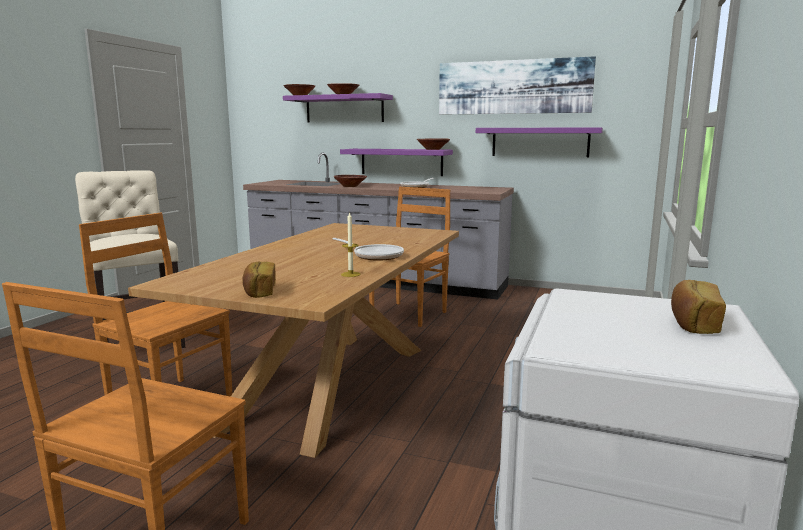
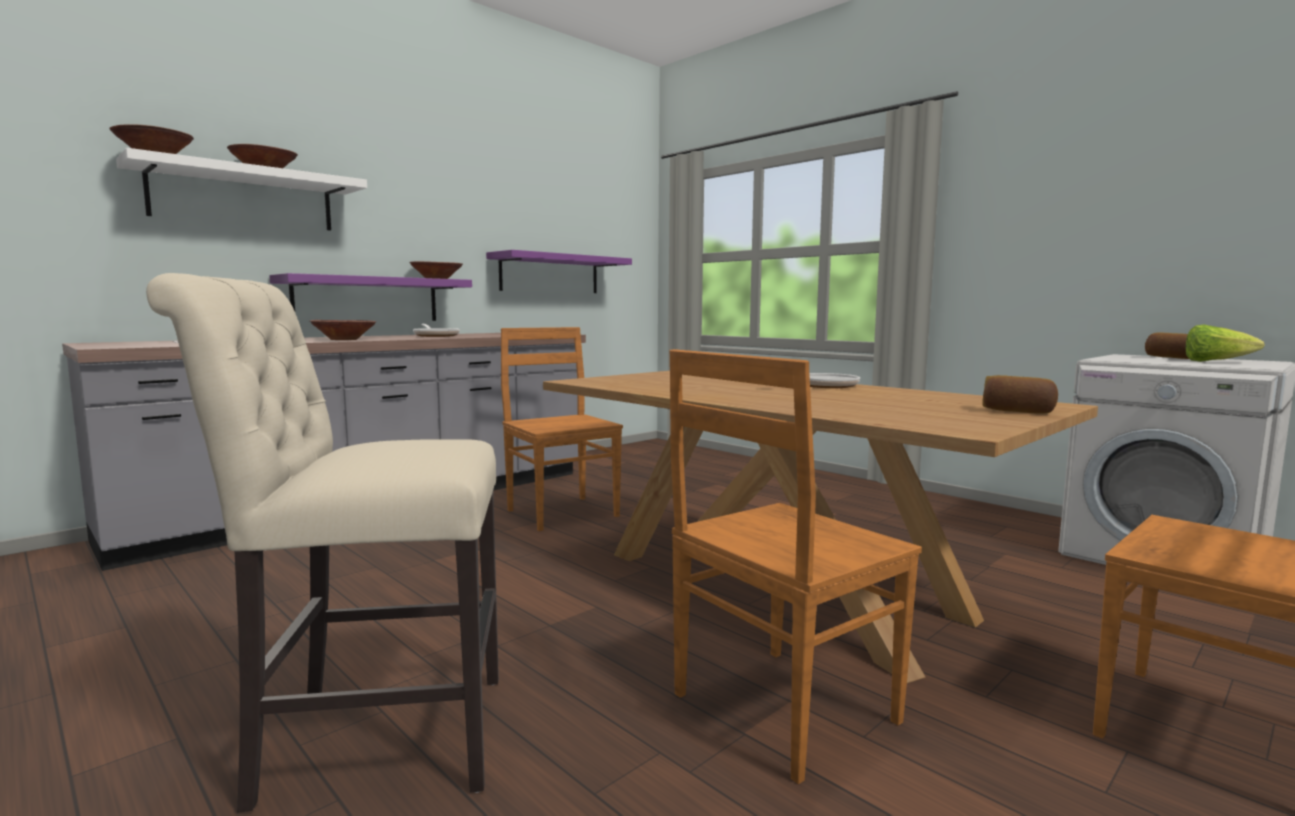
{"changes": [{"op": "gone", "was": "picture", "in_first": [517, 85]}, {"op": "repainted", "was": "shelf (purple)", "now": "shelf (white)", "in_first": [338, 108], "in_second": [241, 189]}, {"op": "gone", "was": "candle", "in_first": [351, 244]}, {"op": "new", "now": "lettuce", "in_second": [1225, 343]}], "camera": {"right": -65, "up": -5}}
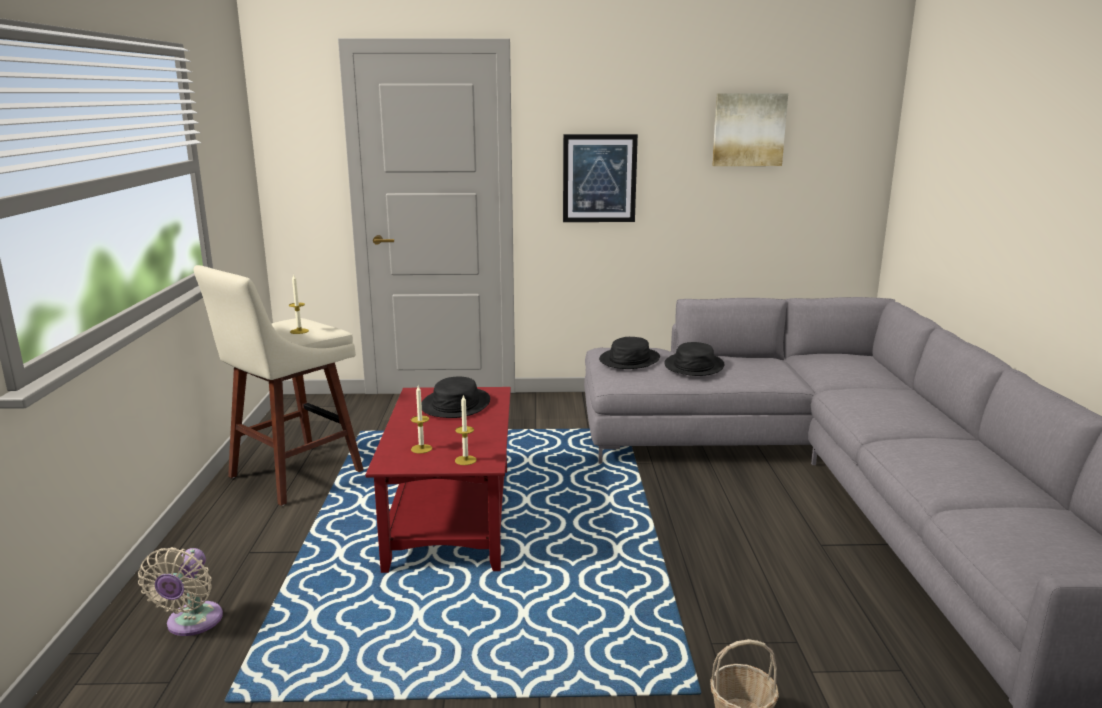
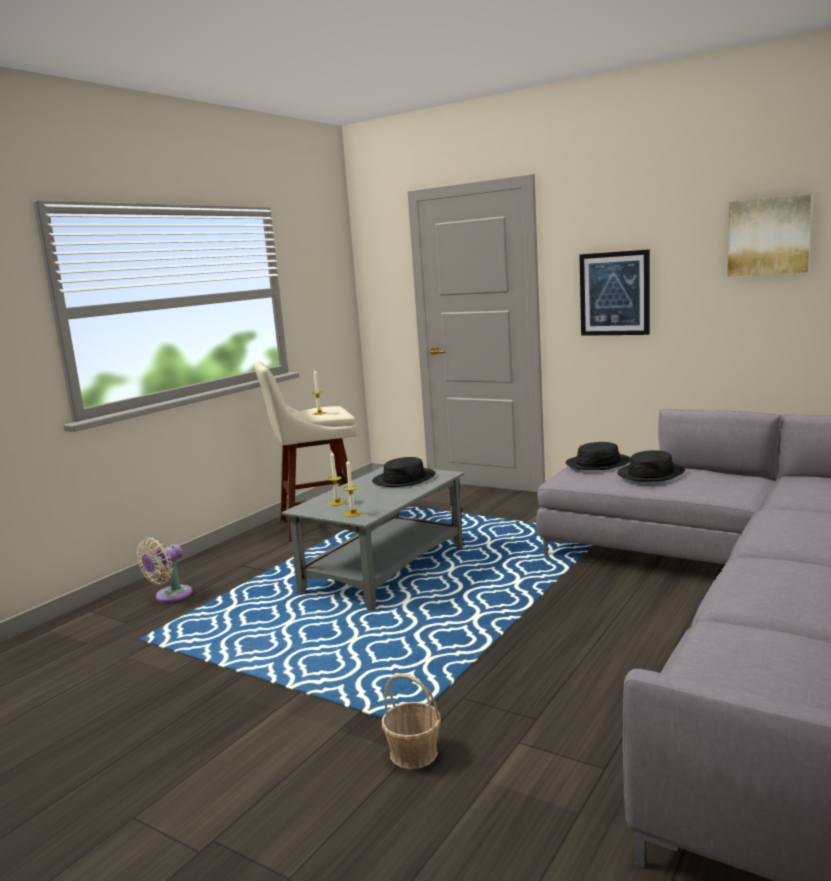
{"changes": [{"op": "repainted", "was": "coffee table (red)", "now": "coffee table (grey)", "in_first": [438, 480], "in_second": [373, 539]}], "camera": {"right": 35, "up": -5}}
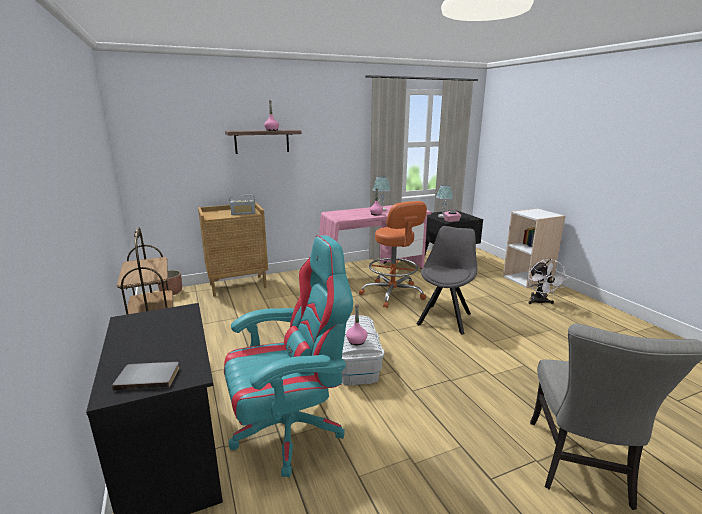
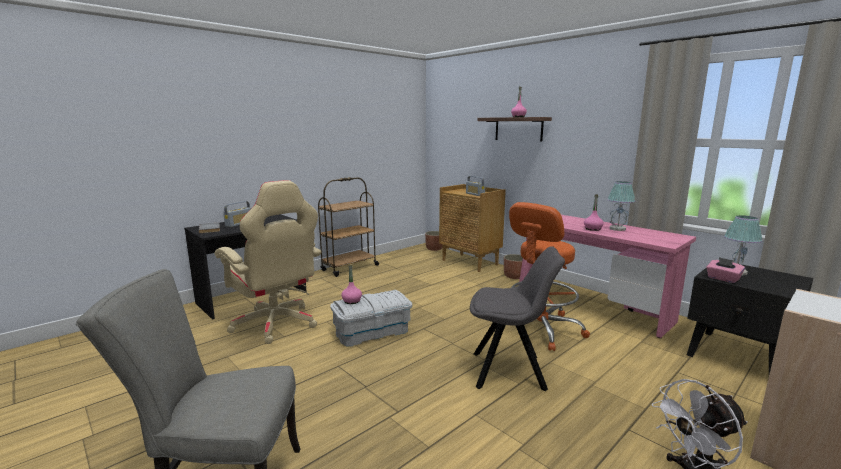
{"changes": [{"op": "repainted", "was": "office chair (turquoise)", "now": "office chair (beige)", "in_first": [288, 356], "in_second": [267, 262]}, {"op": "new", "now": "radio", "in_second": [237, 214]}, {"op": "new", "now": "planter", "in_second": [513, 266]}], "camera": {"right": 70, "up": -5}}
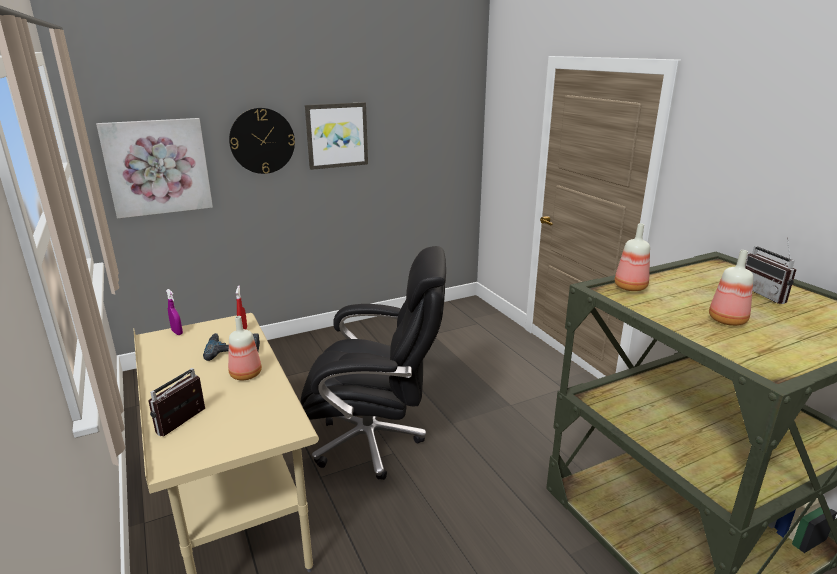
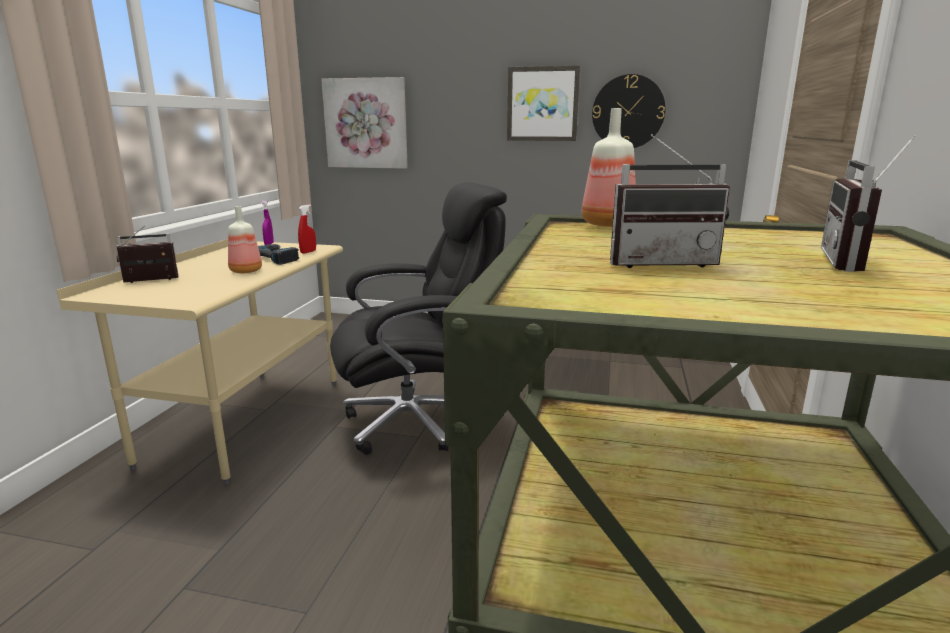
{"changes": [{"op": "shifted", "was": "wall clock", "in_first": [262, 141], "in_second": [629, 111]}, {"op": "rotated", "was": "office chair (black)", "in_first": [373, 363], "in_second": [418, 318], "clockwise": -60}, {"op": "swapped", "was": "bottle", "now": "radio", "in_first": [731, 288], "in_second": [670, 201]}], "camera": {"right": 40, "up": -5}}
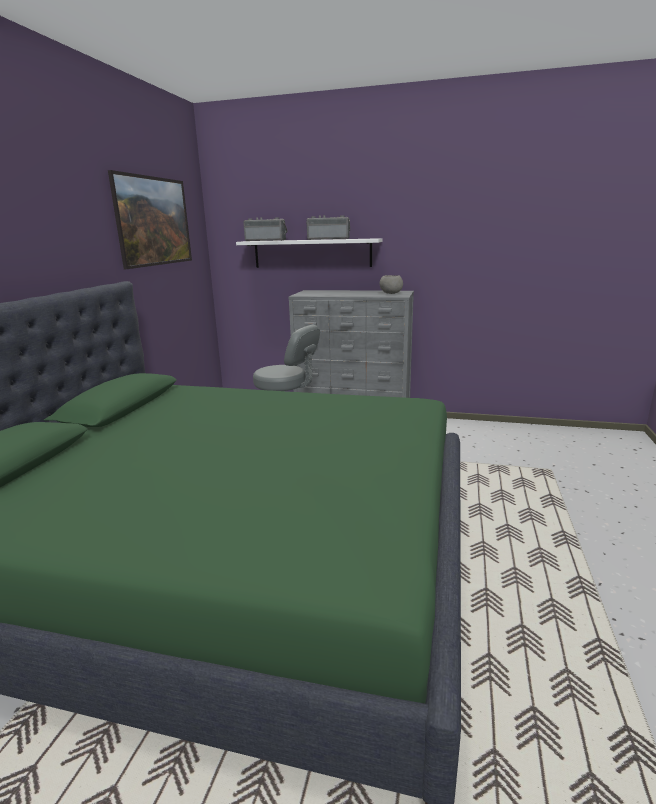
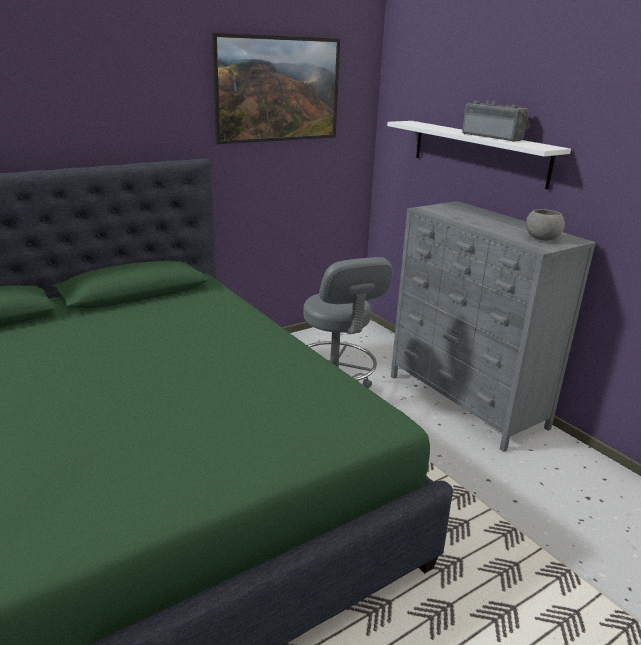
{"changes": [{"op": "gone", "was": "radio", "in_first": [265, 229]}], "camera": {"right": 40, "up": 5}}
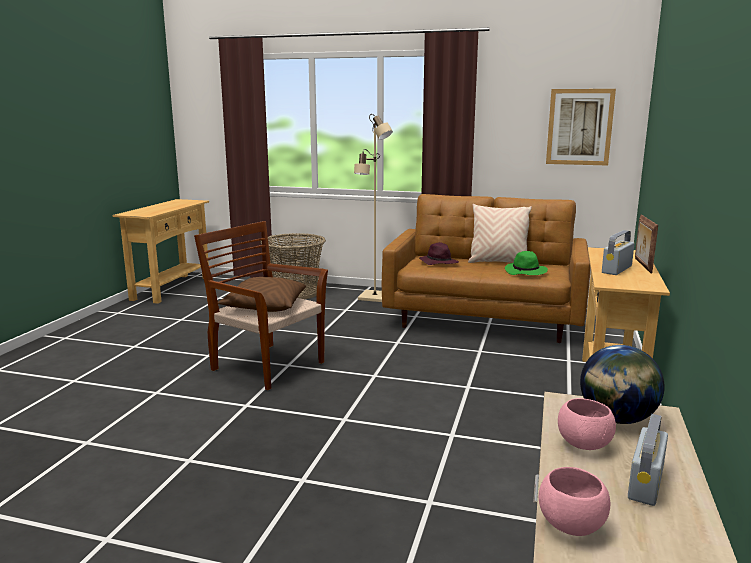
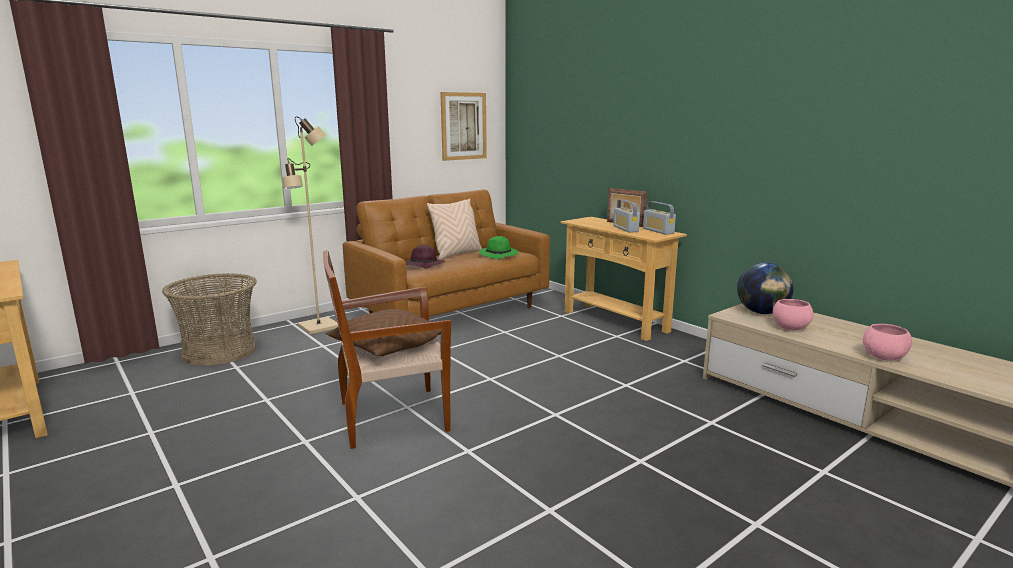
{"changes": [{"op": "shifted", "was": "radio", "in_first": [648, 460], "in_second": [659, 218]}], "camera": {"right": -55, "up": 0}}
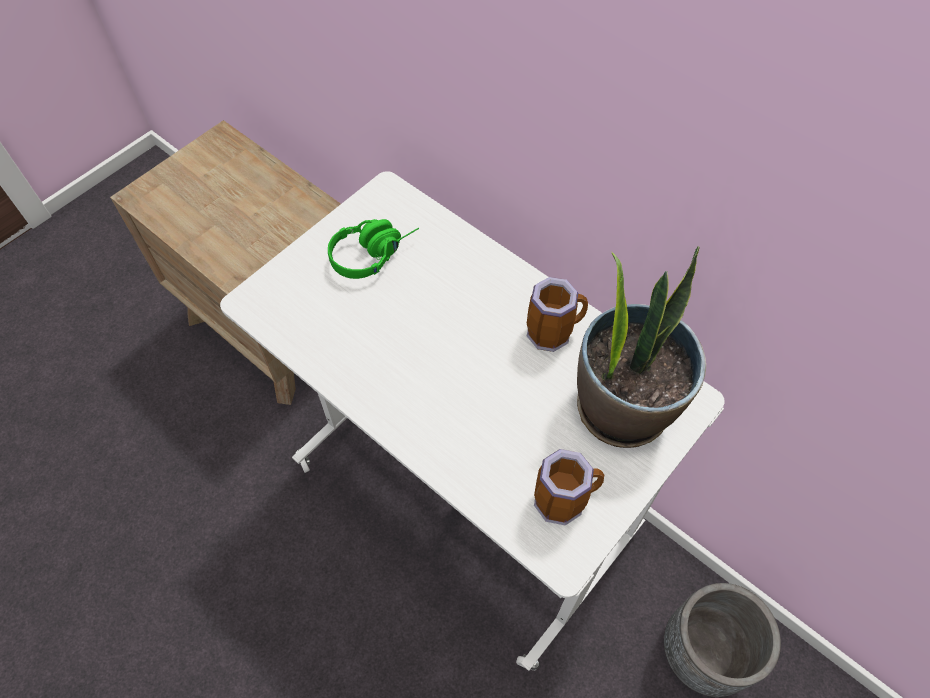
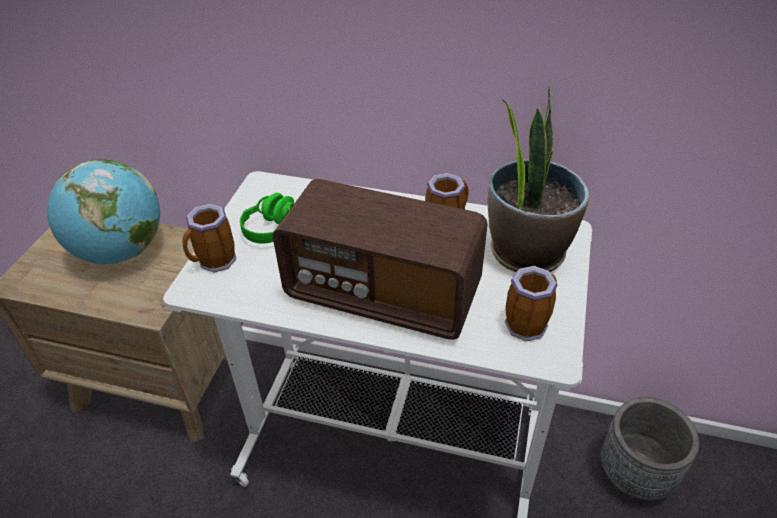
{"changes": [{"op": "new", "now": "globe", "in_second": [103, 211]}, {"op": "new", "now": "radio", "in_second": [380, 259]}, {"op": "new", "now": "mug", "in_second": [209, 238]}], "camera": {"right": -25, "up": -15}}
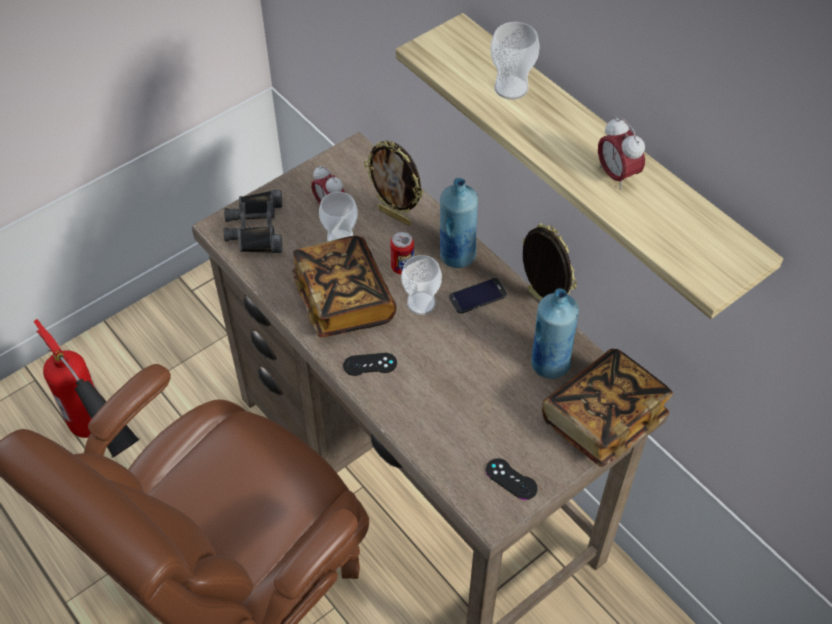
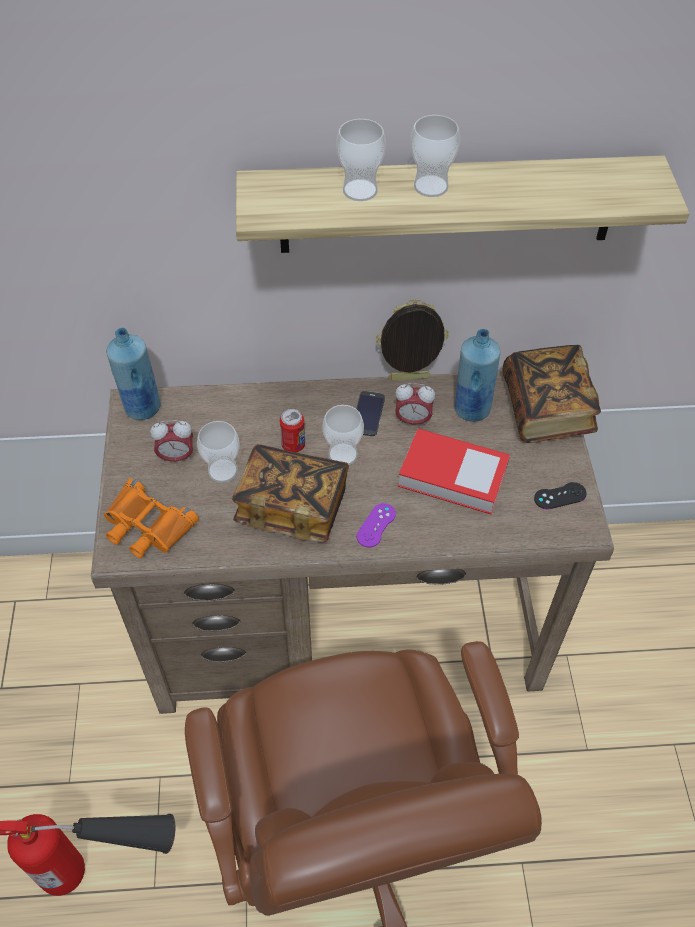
{"changes": [{"op": "shifted", "was": "alarm clock", "in_first": [621, 153], "in_second": [415, 405]}, {"op": "gone", "was": "picture frame", "in_first": [393, 183]}, {"op": "shifted", "was": "bottle (blue)", "in_first": [459, 223], "in_second": [133, 374]}, {"op": "repainted", "was": "binoculars (black)", "now": "binoculars (orange)", "in_first": [253, 221], "in_second": [151, 518]}, {"op": "repainted", "was": "game controller (black)", "now": "game controller (purple)", "in_first": [370, 364], "in_second": [376, 525]}, {"op": "new", "now": "cup", "in_second": [435, 156]}, {"op": "new", "now": "book", "in_second": [454, 471]}], "camera": {"right": -55, "up": 0}}
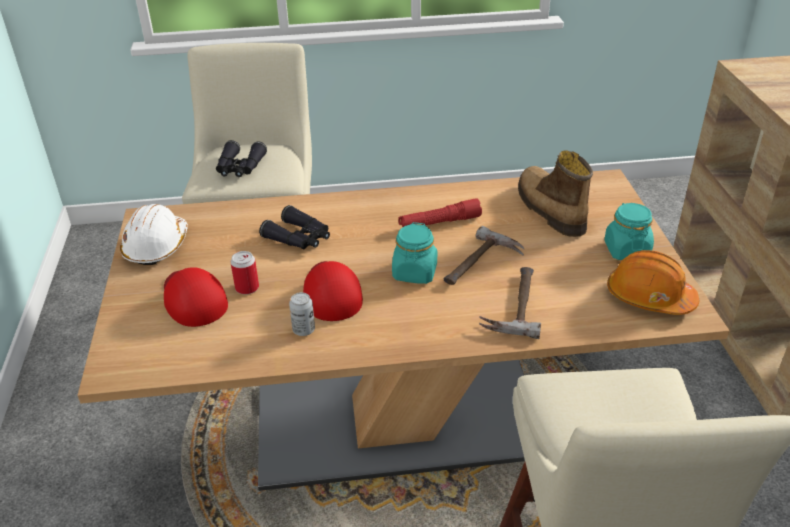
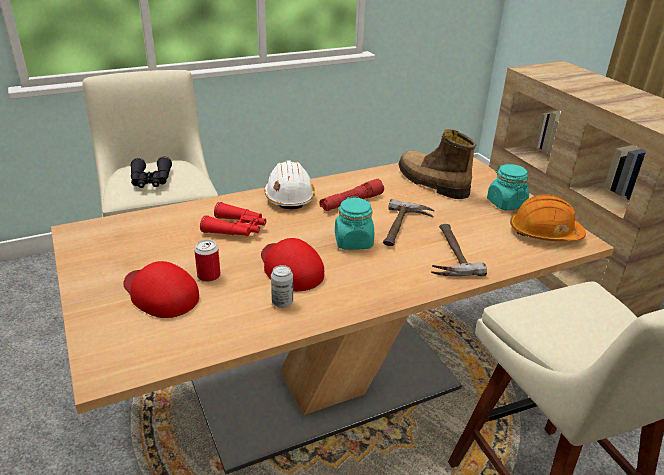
{"changes": [{"op": "shifted", "was": "hard hat (white)", "in_first": [154, 234], "in_second": [289, 184]}, {"op": "repainted", "was": "binoculars (black)", "now": "binoculars (red)", "in_first": [294, 227], "in_second": [233, 219]}], "camera": {"right": -20, "up": -5}}
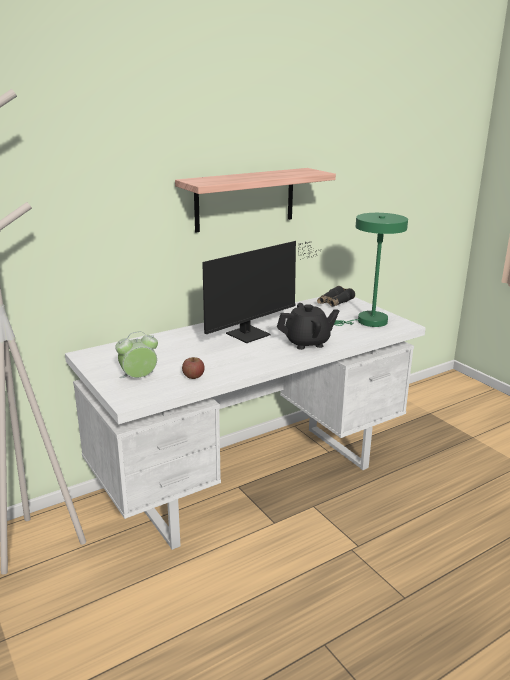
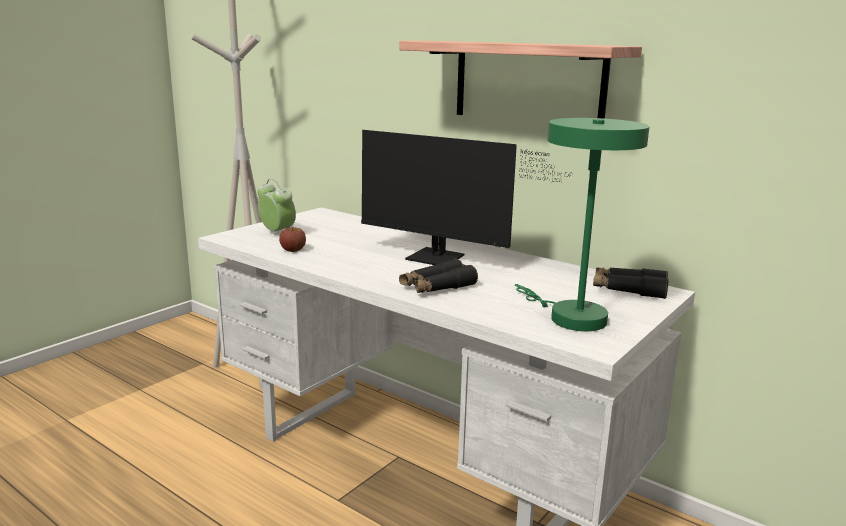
{"changes": [{"op": "swapped", "was": "teapot (black)", "now": "binoculars (black)", "in_first": [308, 326], "in_second": [438, 276]}], "camera": {"right": 70, "up": -5}}
